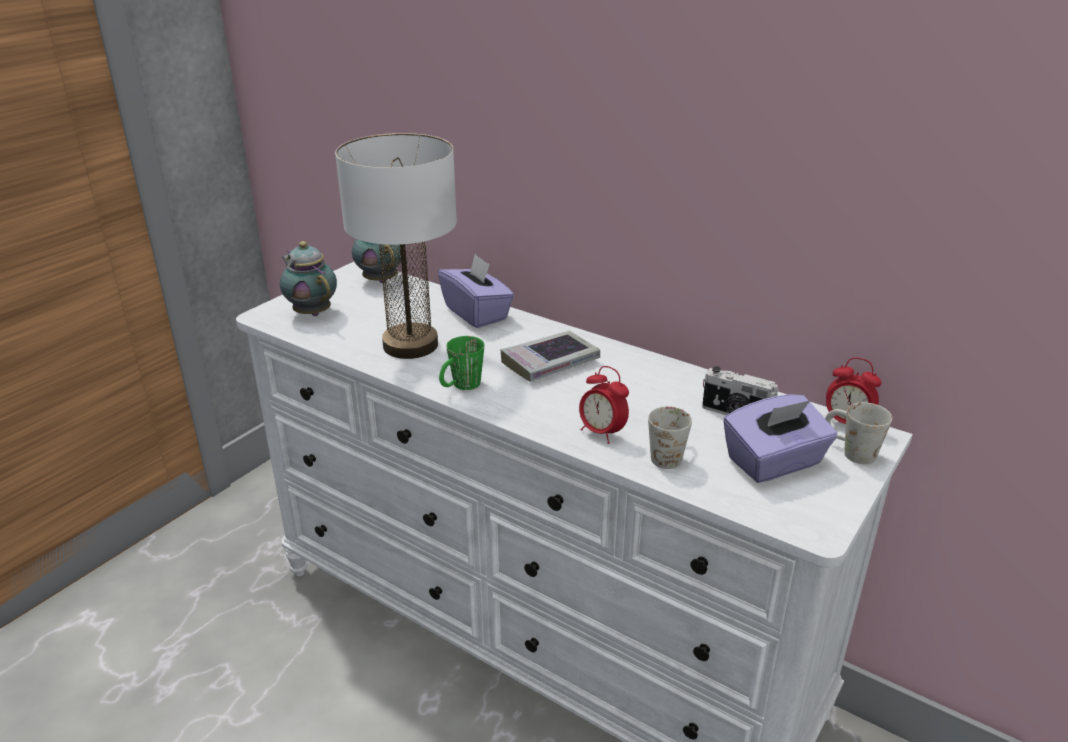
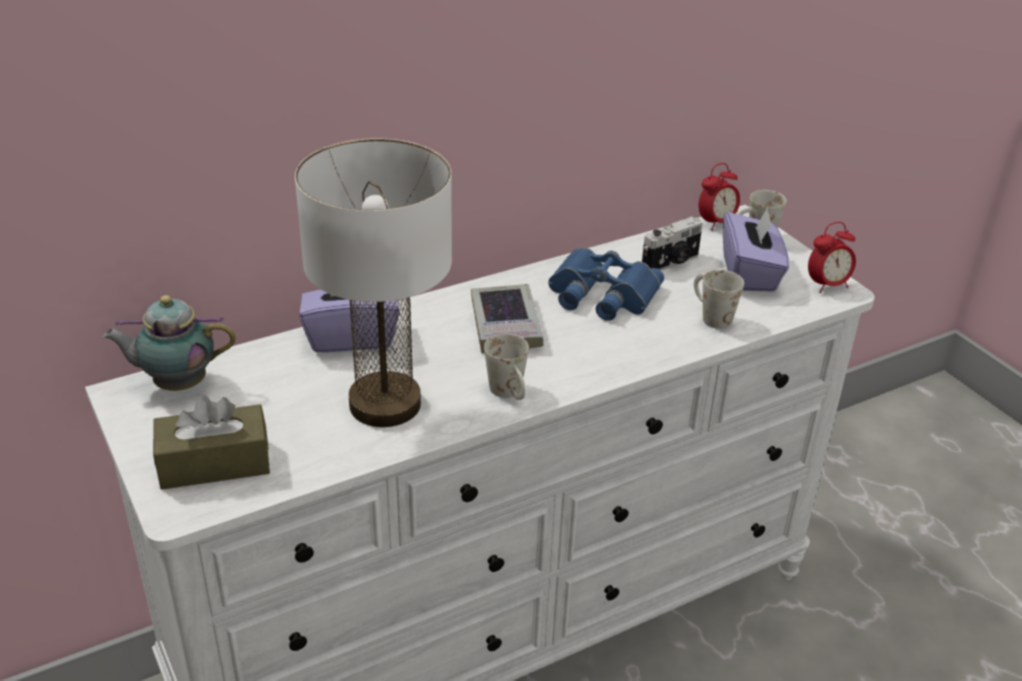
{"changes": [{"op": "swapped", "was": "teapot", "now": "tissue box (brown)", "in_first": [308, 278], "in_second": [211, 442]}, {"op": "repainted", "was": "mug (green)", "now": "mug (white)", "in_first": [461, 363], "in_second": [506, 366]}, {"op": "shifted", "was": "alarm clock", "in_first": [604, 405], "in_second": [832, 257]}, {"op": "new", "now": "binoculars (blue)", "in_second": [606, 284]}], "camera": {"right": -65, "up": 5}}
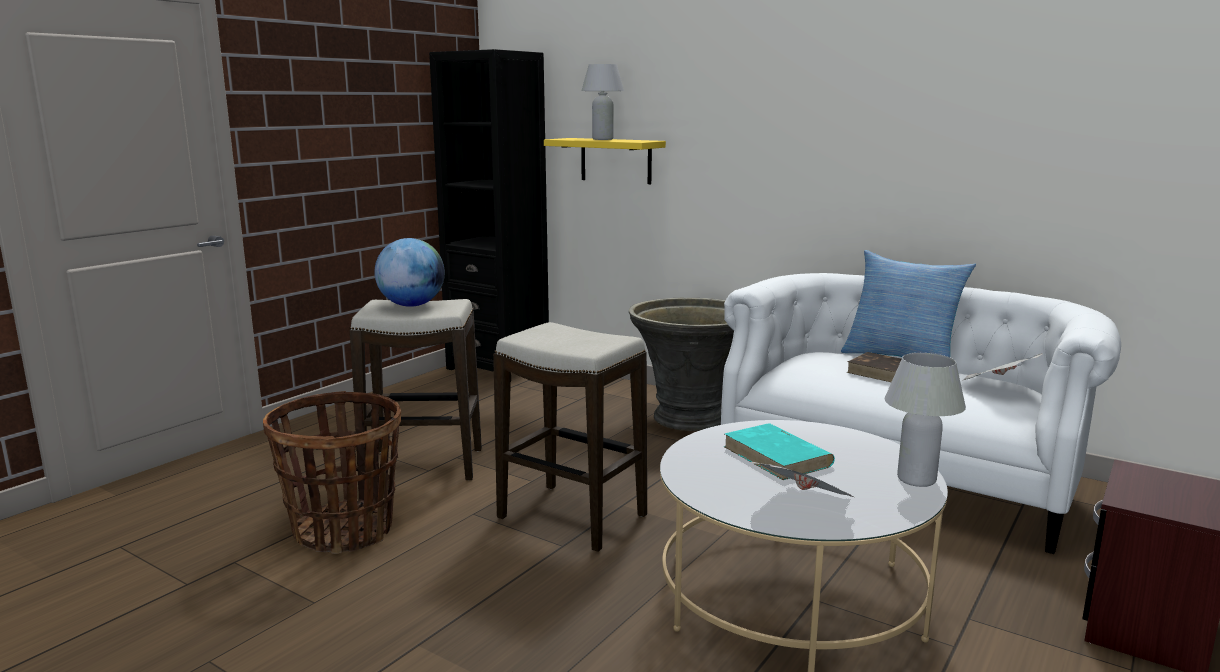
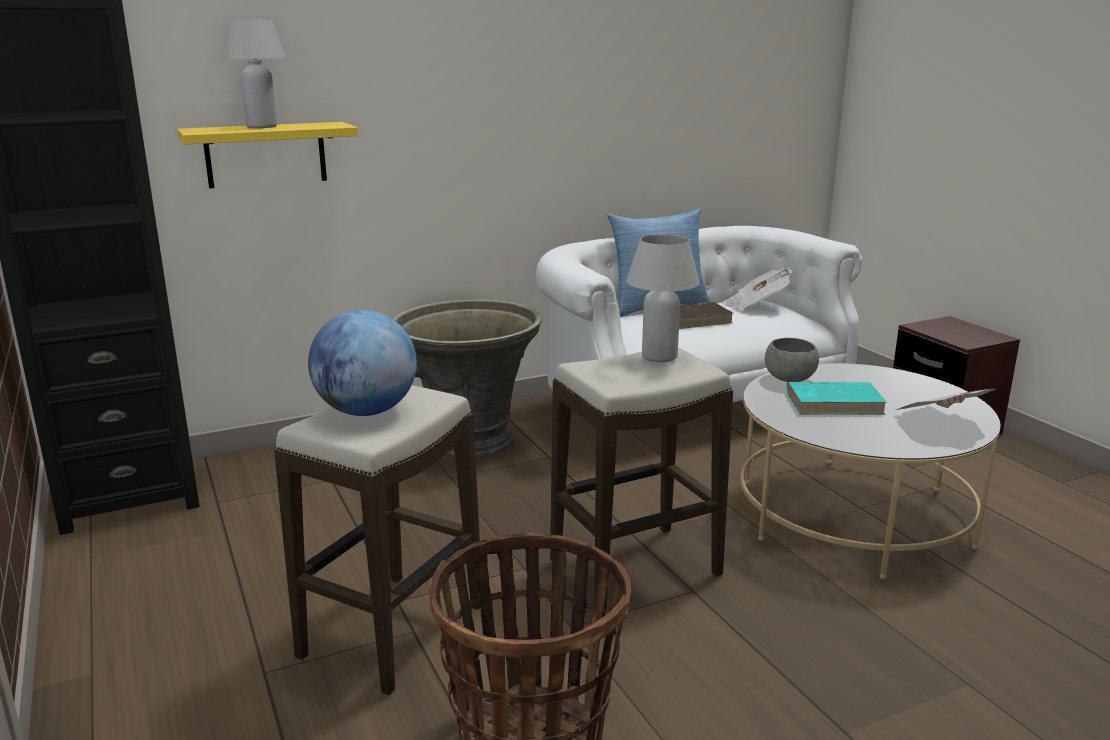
{"changes": [{"op": "shifted", "was": "table lamp (white)", "in_first": [925, 420], "in_second": [663, 298]}, {"op": "new", "now": "bowl (grey)", "in_second": [792, 360]}], "camera": {"right": -60, "up": 5}}
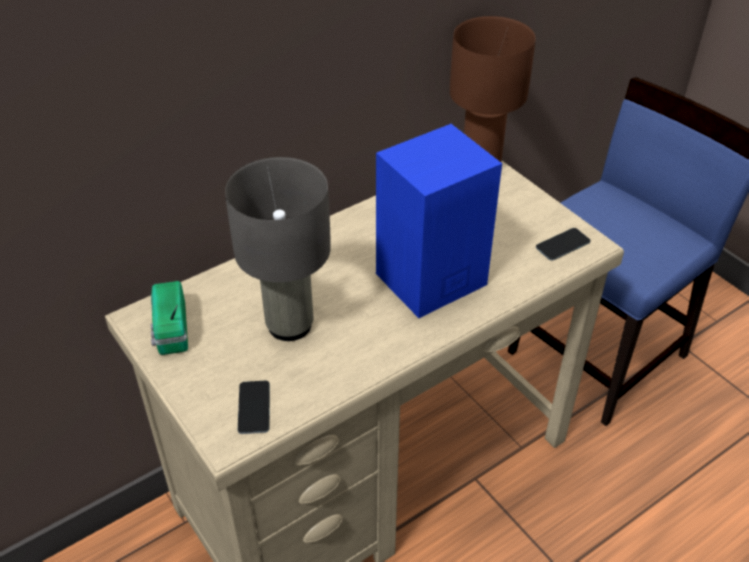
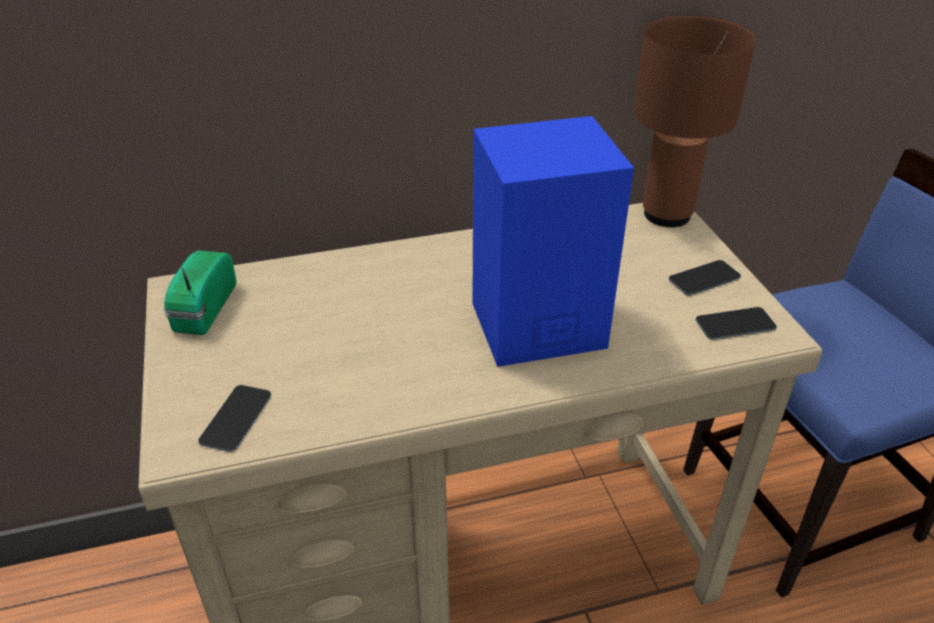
{"changes": [{"op": "gone", "was": "table lamp (grey)", "in_first": [278, 249]}, {"op": "new", "now": "phone", "in_second": [705, 278]}], "camera": {"right": 20, "up": -5}}
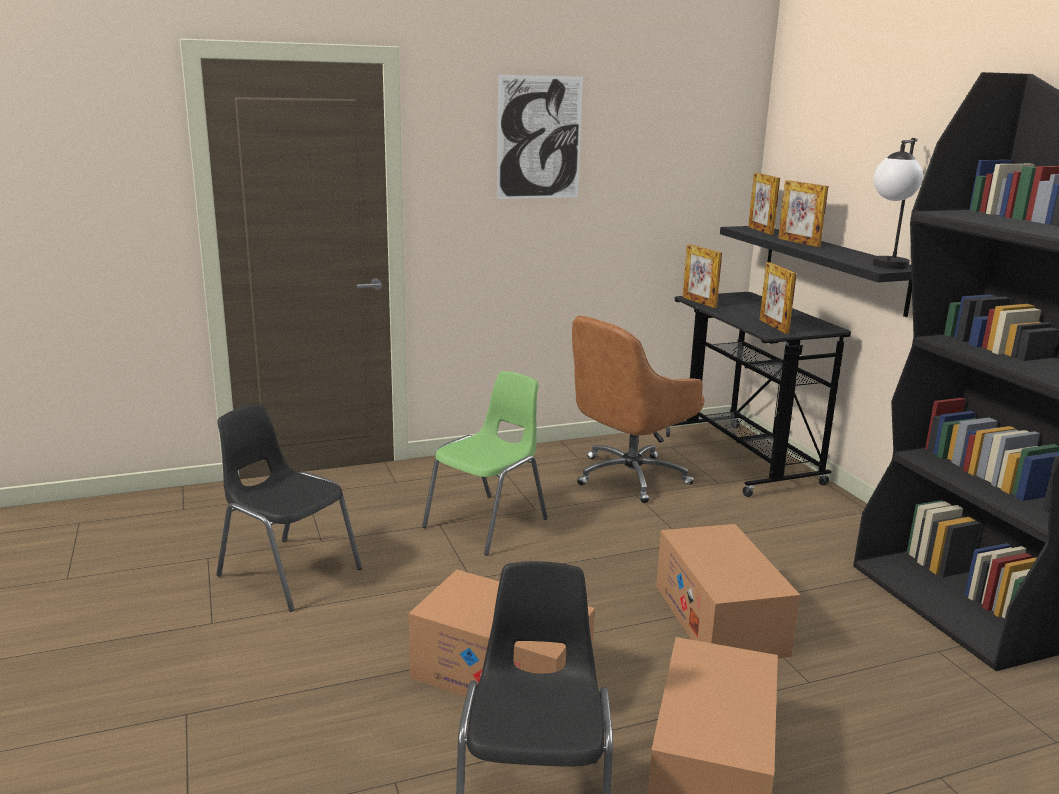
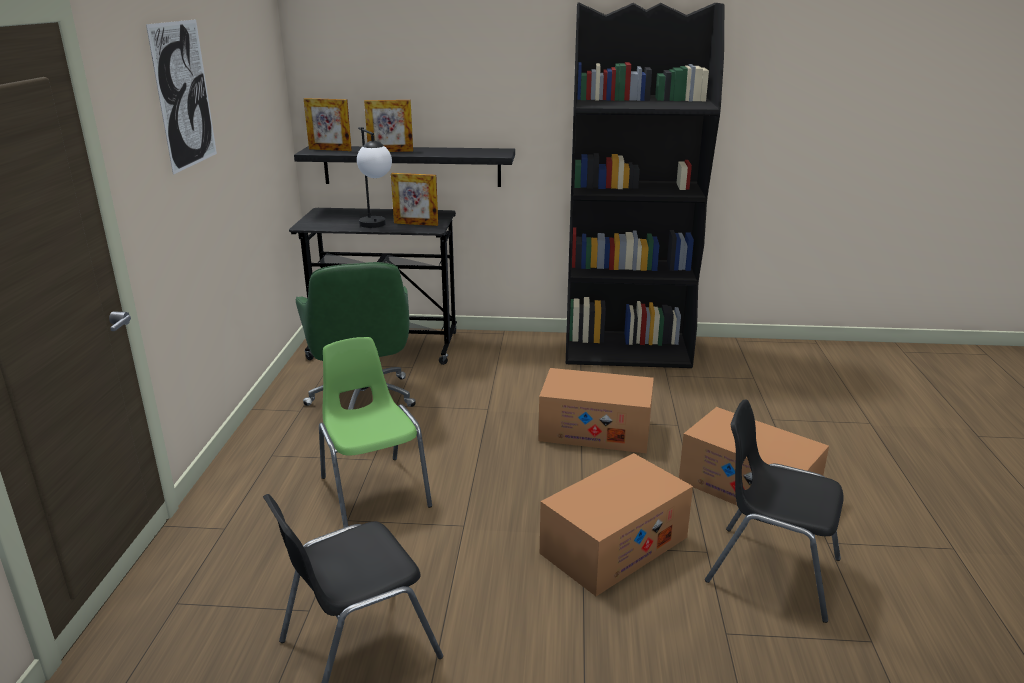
{"changes": [{"op": "shifted", "was": "table lamp", "in_first": [897, 203], "in_second": [374, 177]}, {"op": "gone", "was": "picture frame", "in_first": [702, 276]}, {"op": "repainted", "was": "office chair (brown)", "now": "office chair (green)", "in_first": [638, 409], "in_second": [356, 336]}], "camera": {"right": -65, "up": 5}}
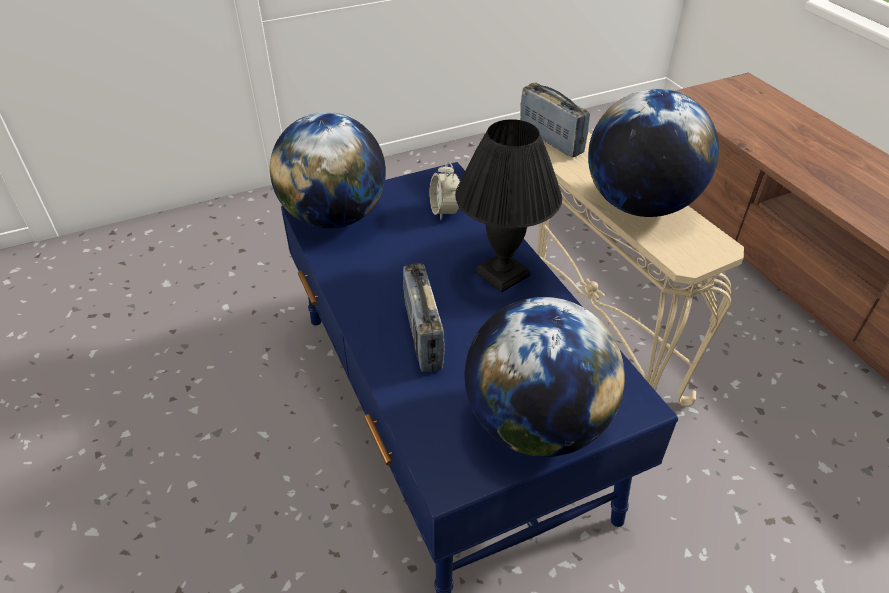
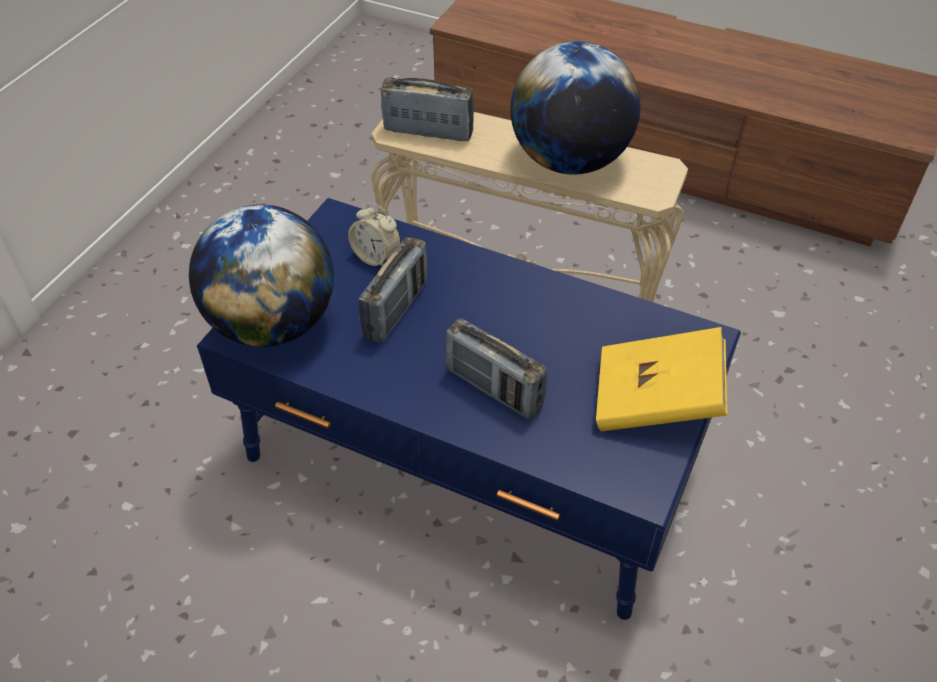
{"changes": [{"op": "gone", "was": "table lamp (black)", "in_first": [508, 205]}, {"op": "swapped", "was": "globe", "now": "book (yellow)", "in_first": [544, 377], "in_second": [662, 379]}, {"op": "new", "now": "radio", "in_second": [393, 290]}], "camera": {"right": -40, "up": 5}}
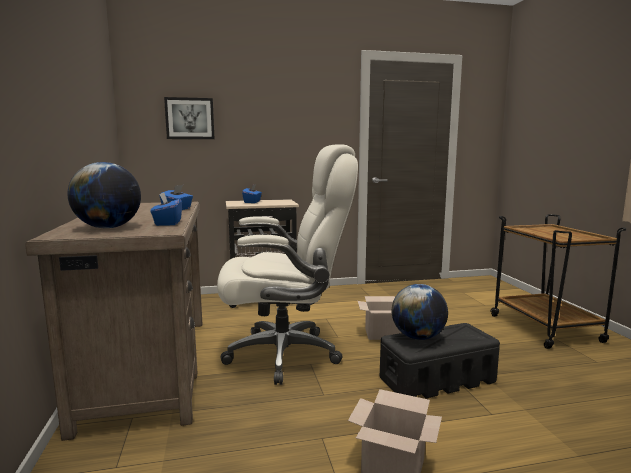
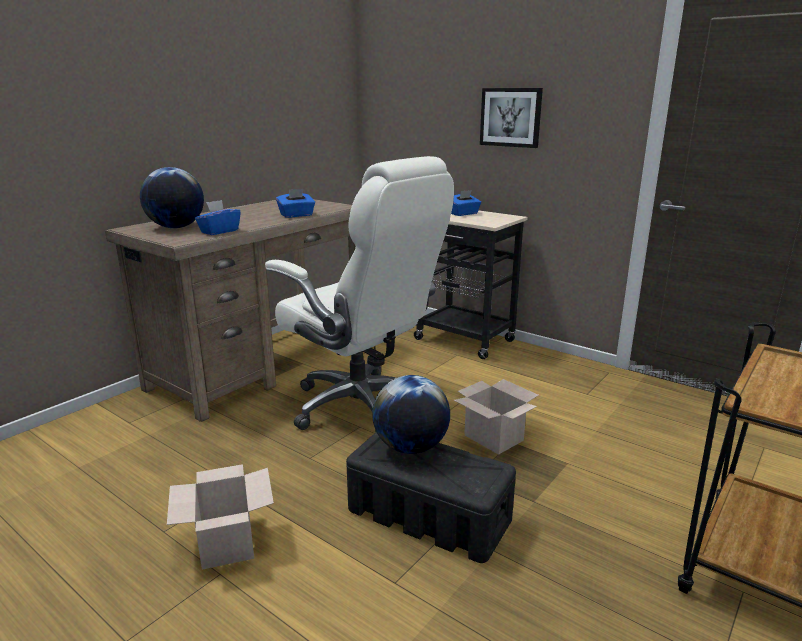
{"changes": [{"op": "shifted", "was": "picture", "in_first": [189, 118], "in_second": [511, 118]}], "camera": {"right": 50, "up": 10}}
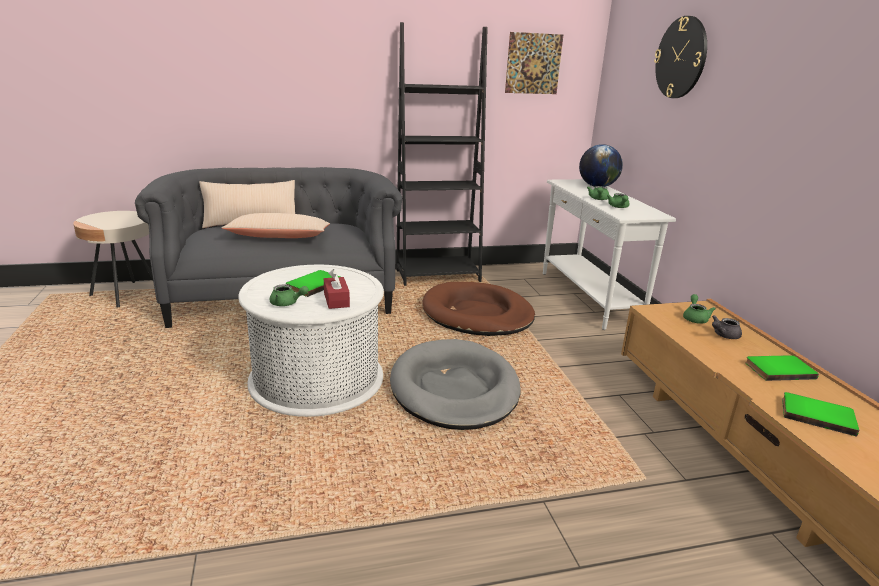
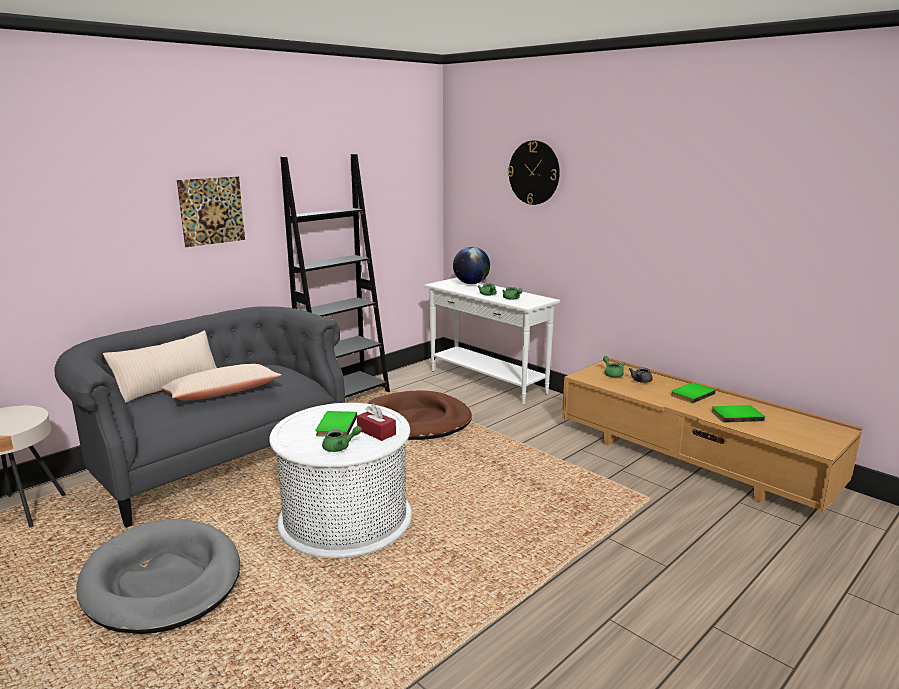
{"changes": [{"op": "shifted", "was": "picture", "in_first": [534, 63], "in_second": [211, 211]}, {"op": "shifted", "was": "dog bed (grey)", "in_first": [455, 384], "in_second": [158, 576]}], "camera": {"right": -30, "up": -5}}
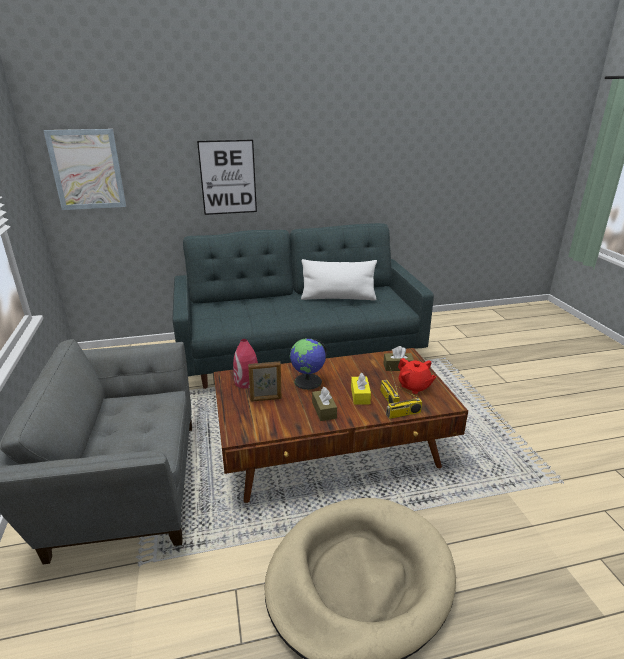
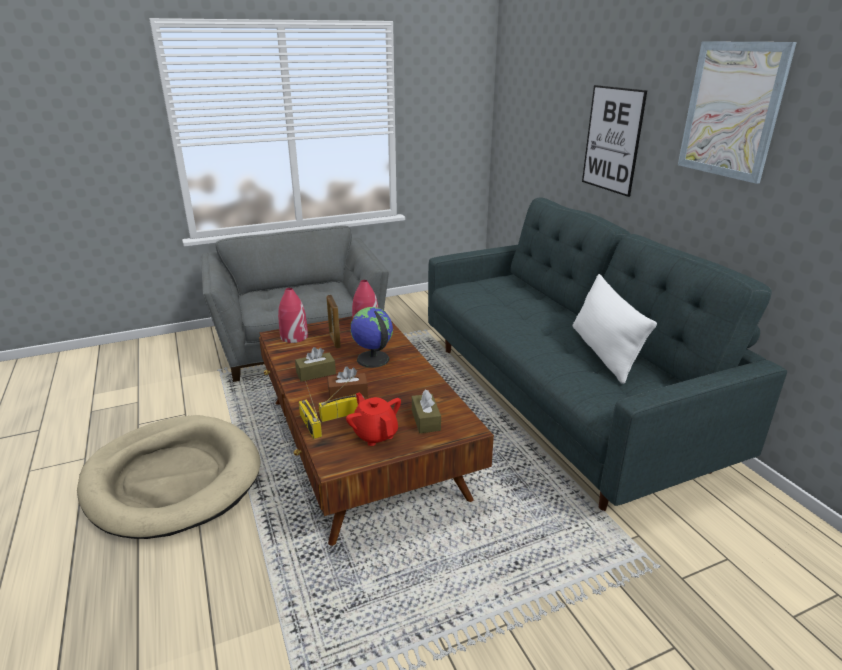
{"changes": [{"op": "shifted", "was": "picture", "in_first": [84, 169], "in_second": [737, 112]}, {"op": "rotated", "was": "teapot (red)", "in_first": [417, 376], "in_second": [373, 419], "clockwise": 105}, {"op": "repainted", "was": "tissue box (yellow)", "now": "tissue box (brown)", "in_first": [361, 389], "in_second": [348, 383]}, {"op": "new", "now": "vase (red)", "in_second": [293, 315]}], "camera": {"right": 80, "up": 0}}
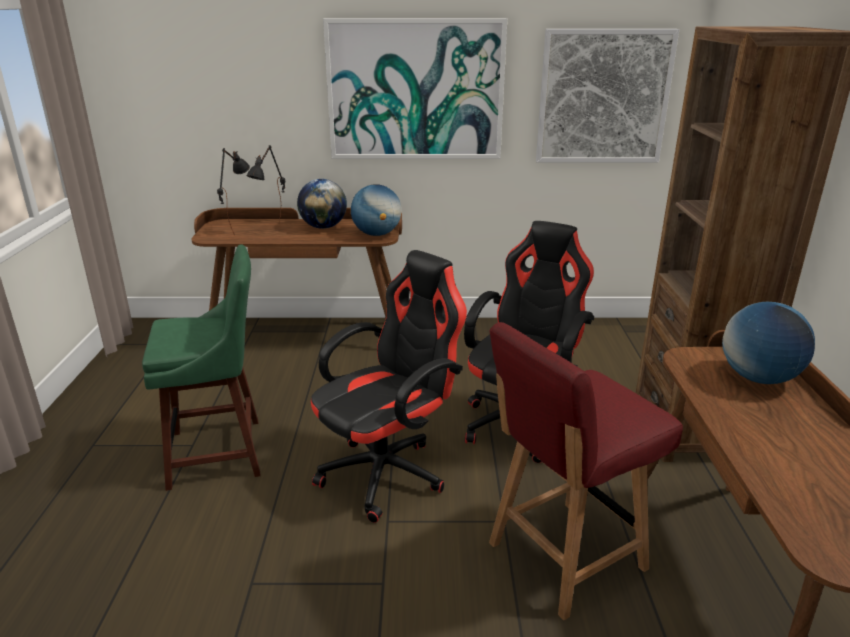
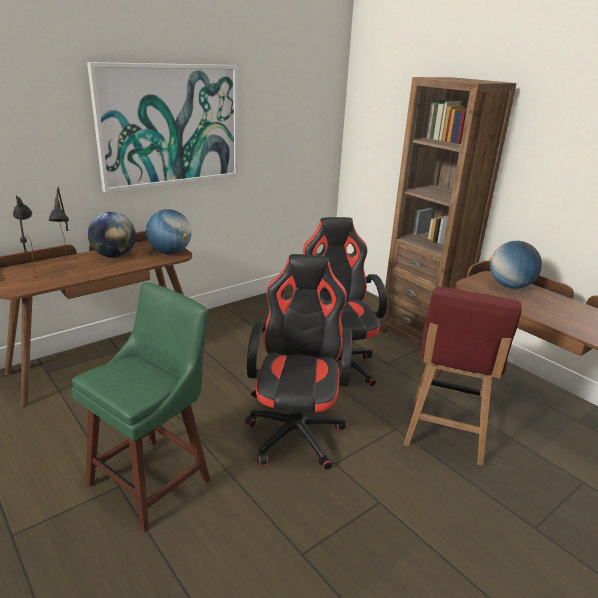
{"changes": [{"op": "gone", "was": "picture", "in_first": [607, 95]}], "camera": {"right": -40, "up": 0}}
